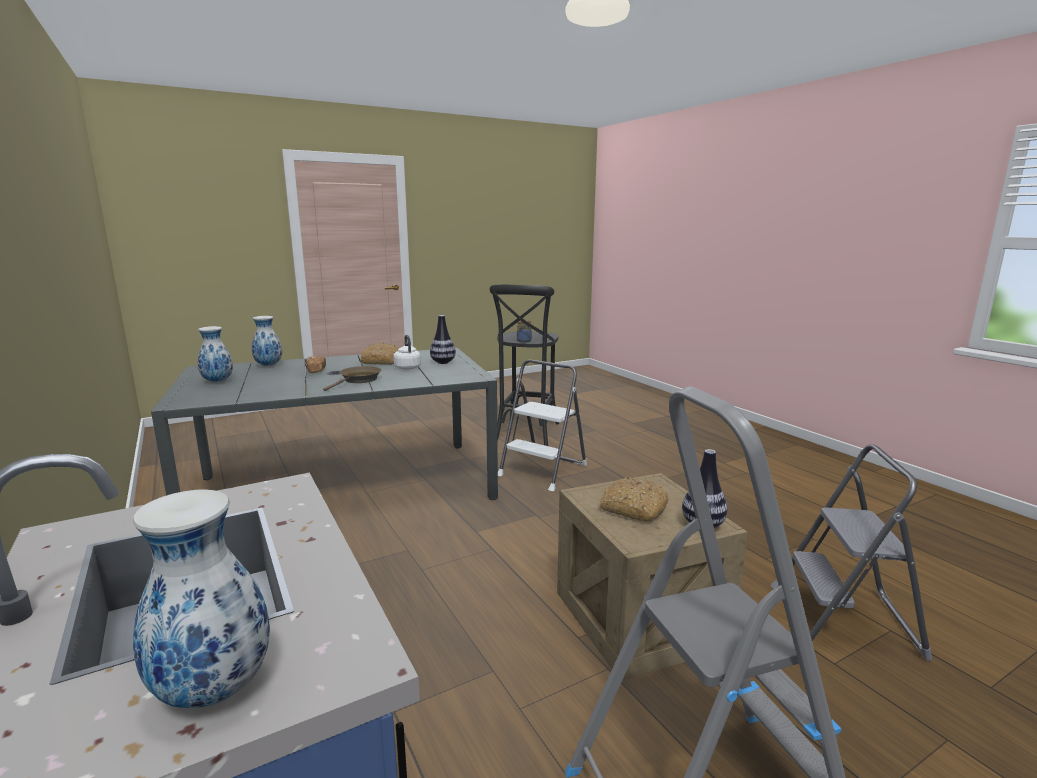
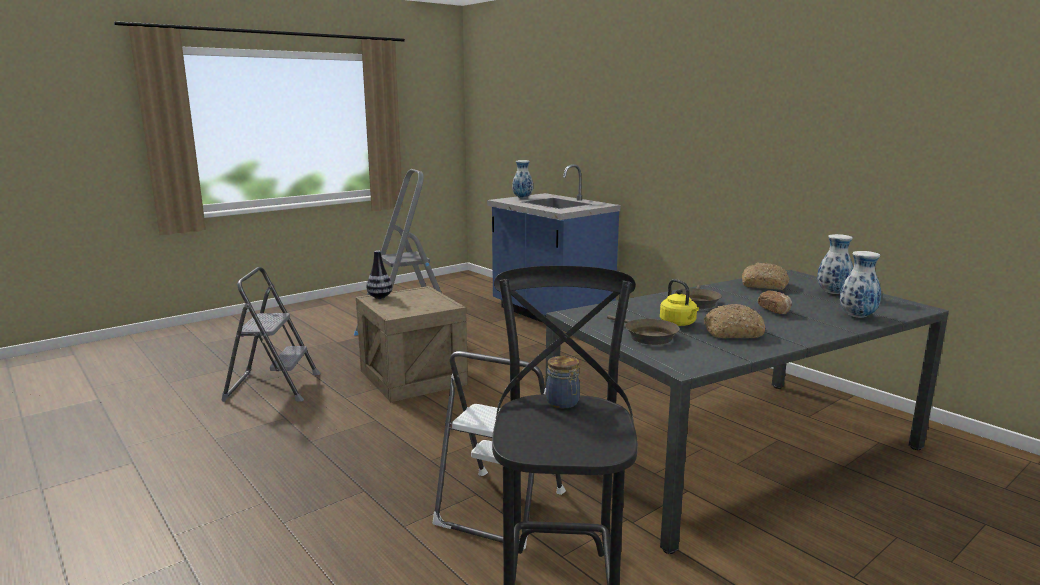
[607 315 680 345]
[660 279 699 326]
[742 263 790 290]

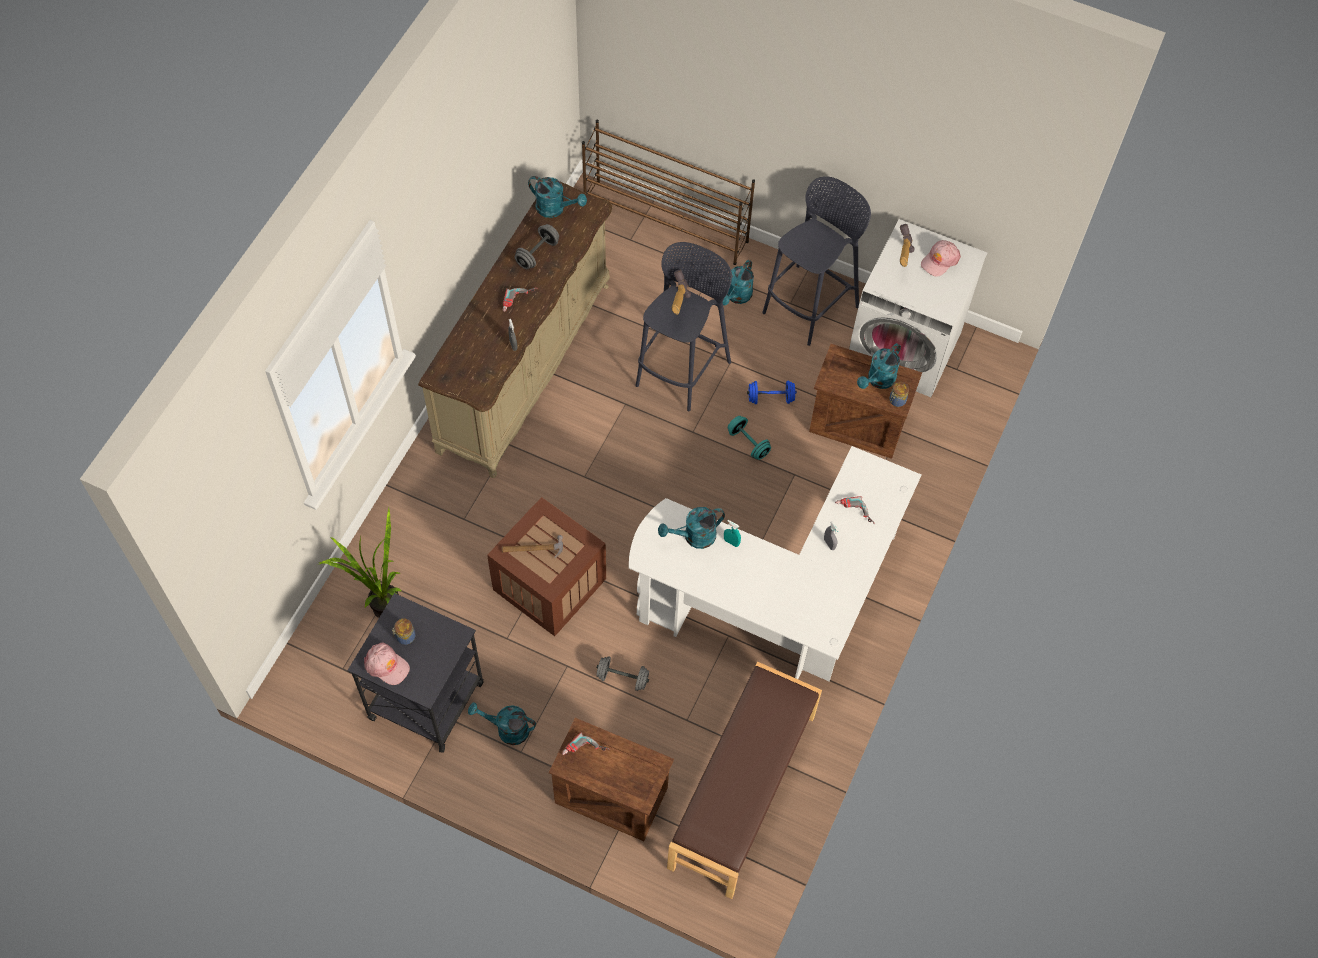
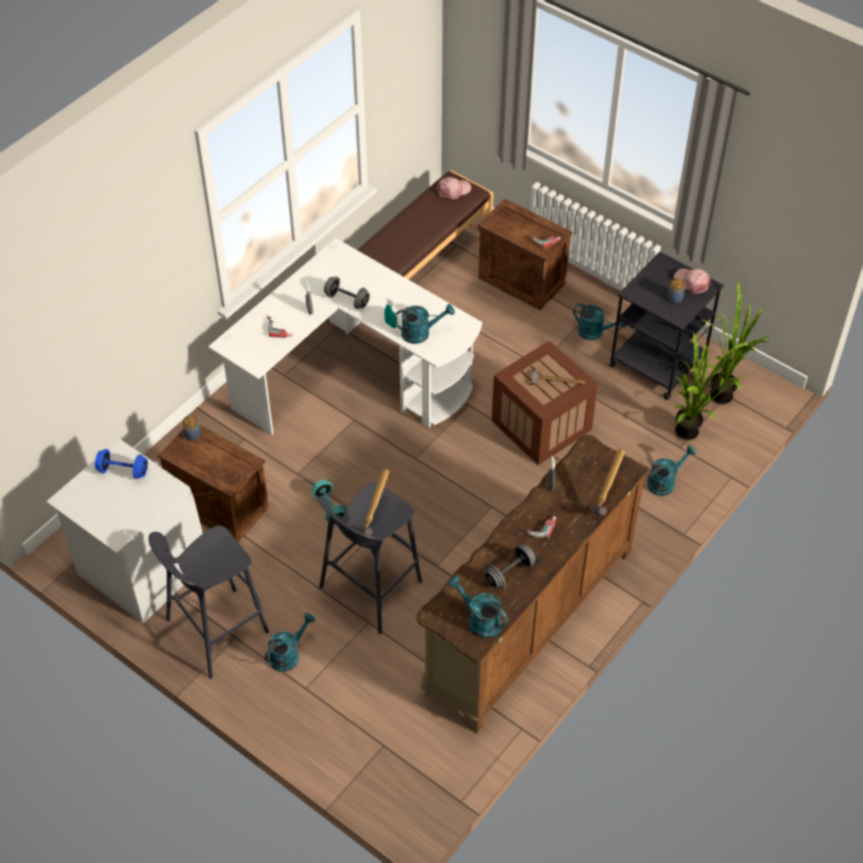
[95 449 148 479]
[324 276 370 309]
[436 177 471 200]
[590 449 625 516]
[647 446 696 496]
[700 282 770 404]
[582 119 755 265] (first image)

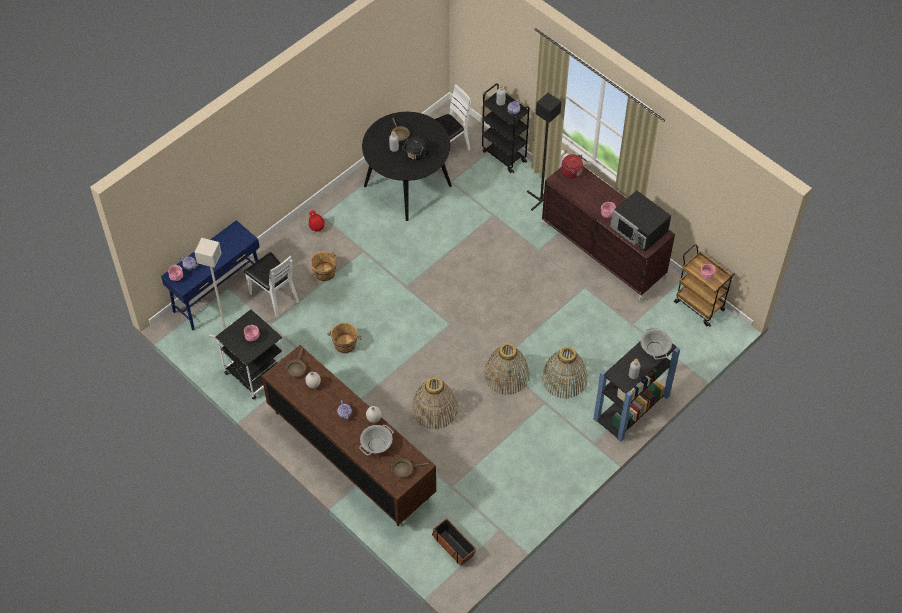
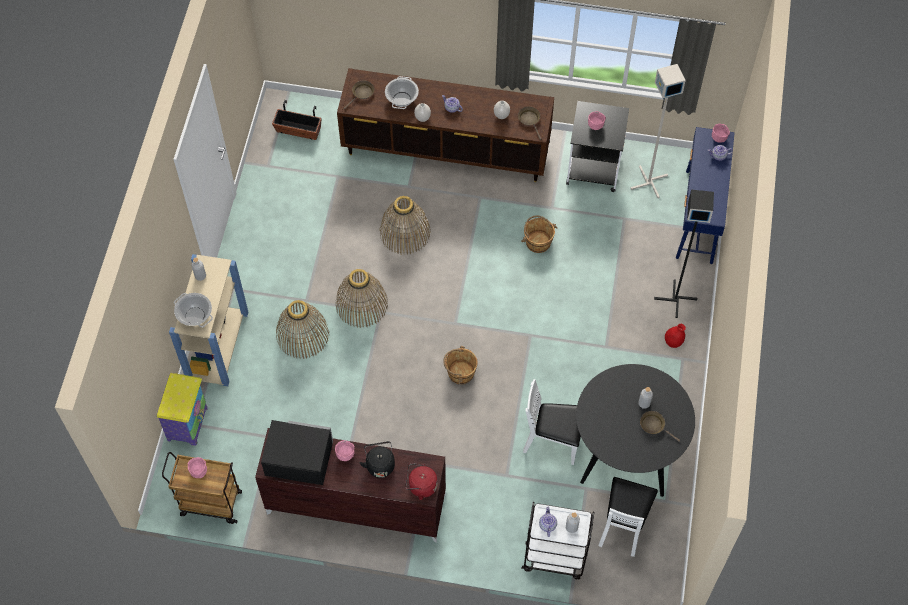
[156 373 208 446]
[169 254 248 387]
[360 441 395 478]
[443 346 478 385]
[521 502 595 580]
[523 379 581 465]
[654 190 714 318]

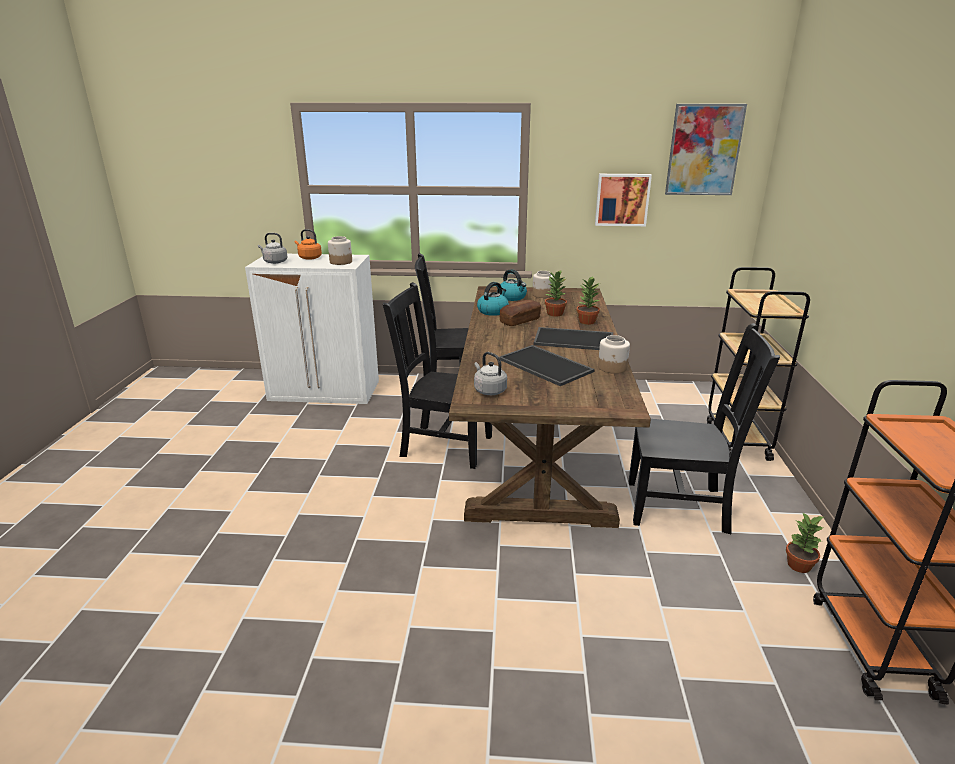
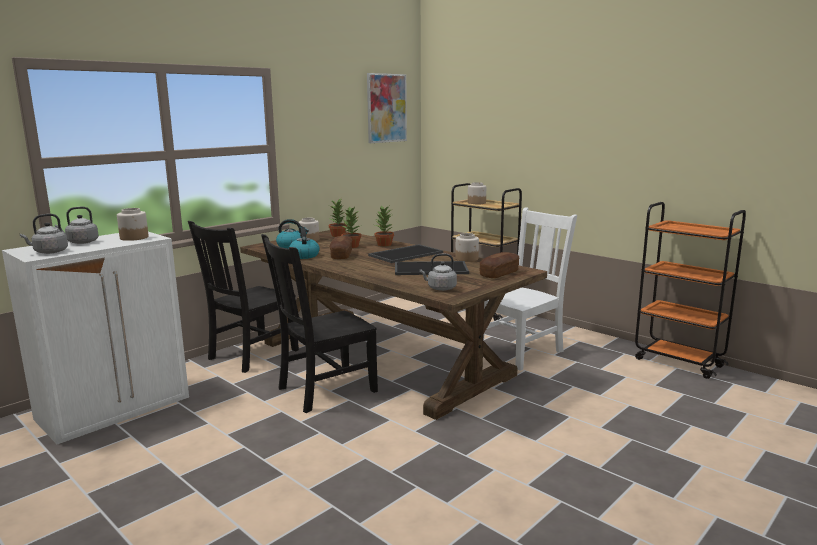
[55 207 99 244]
[329 198 347 237]
[468 182 486 204]
[479 252 519 278]
[483 207 577 371]
[595 174 652 226] (first image)

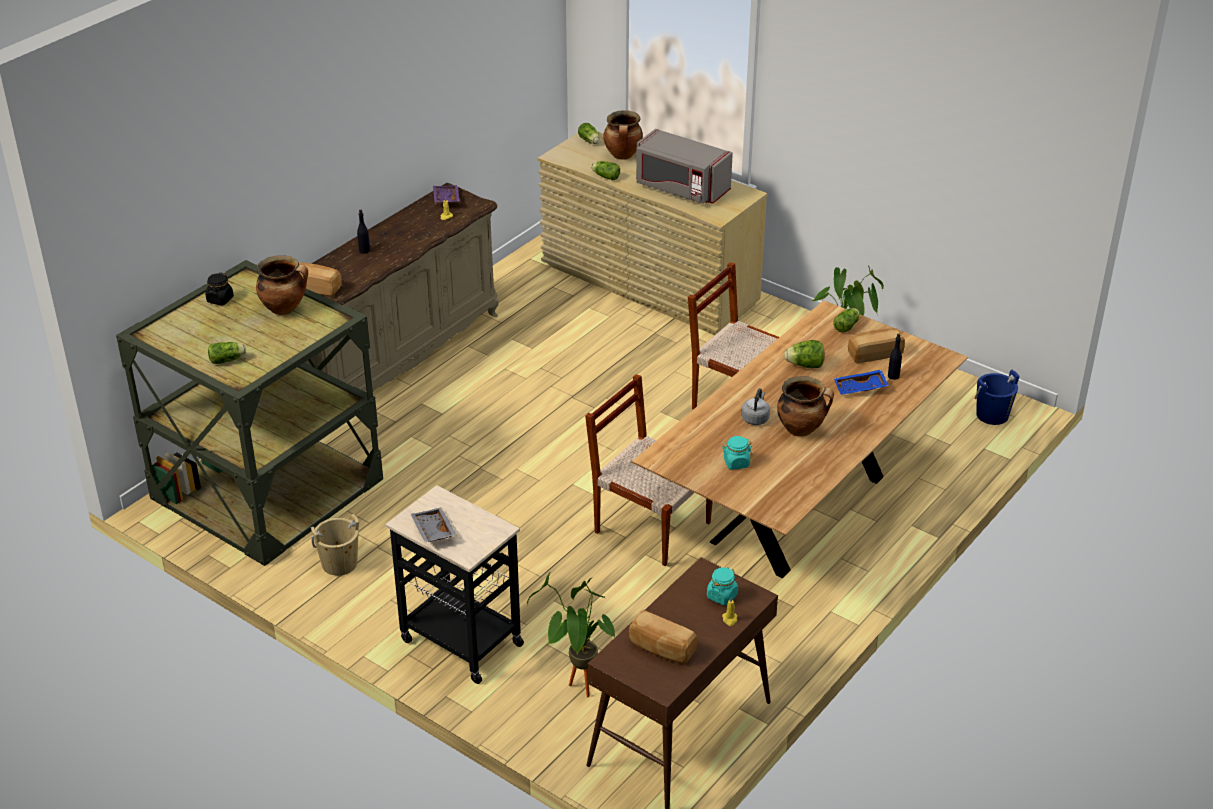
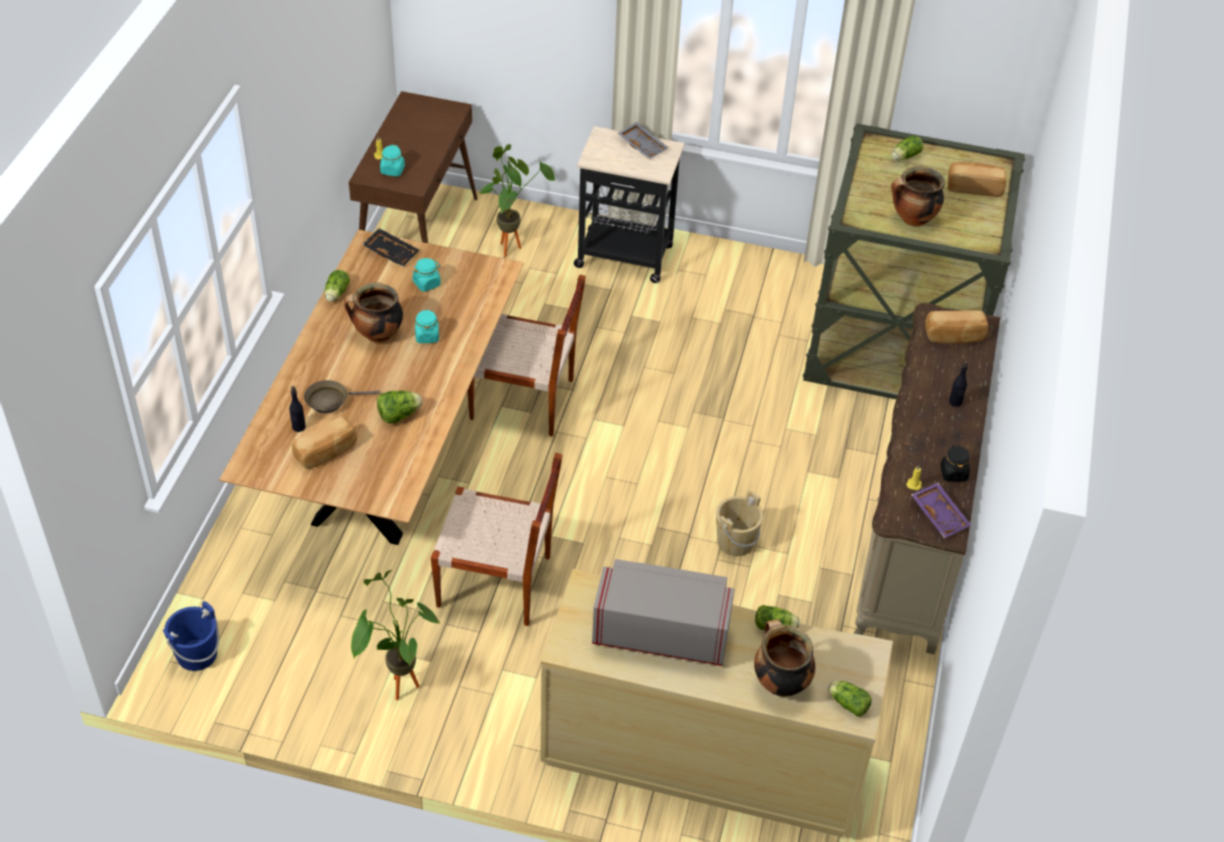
[304 380 380 413]
[324 270 350 302]
[362 228 419 267]
[415 309 439 343]
[716 490 763 556]
[940 445 970 482]
[948 162 1006 197]

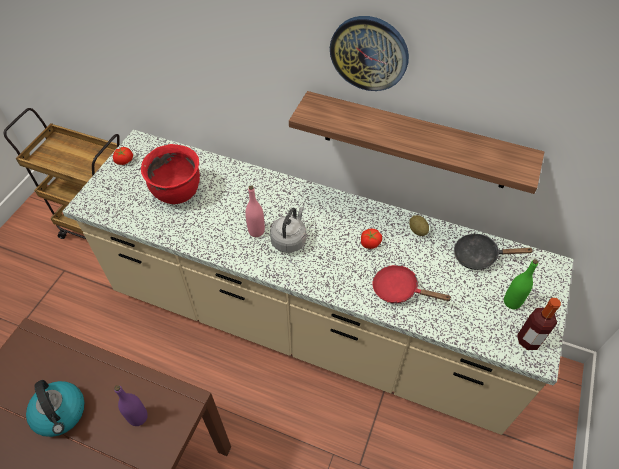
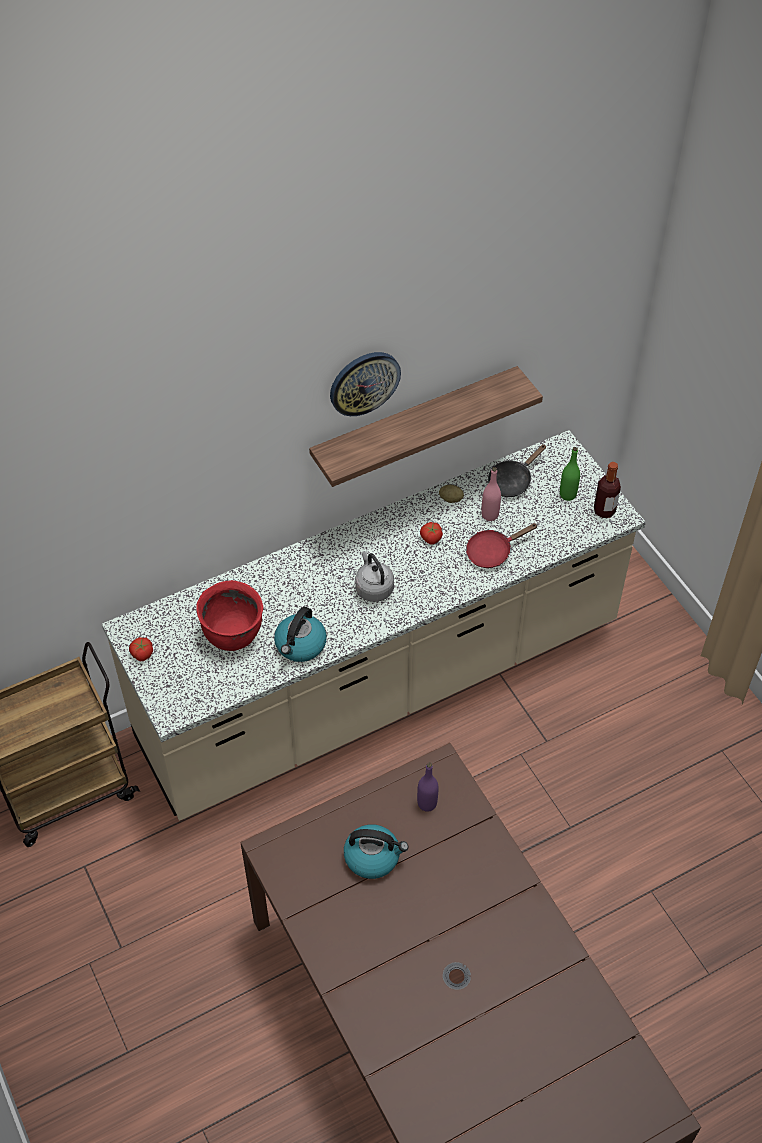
[274 607 327 662]
[481 467 501 521]

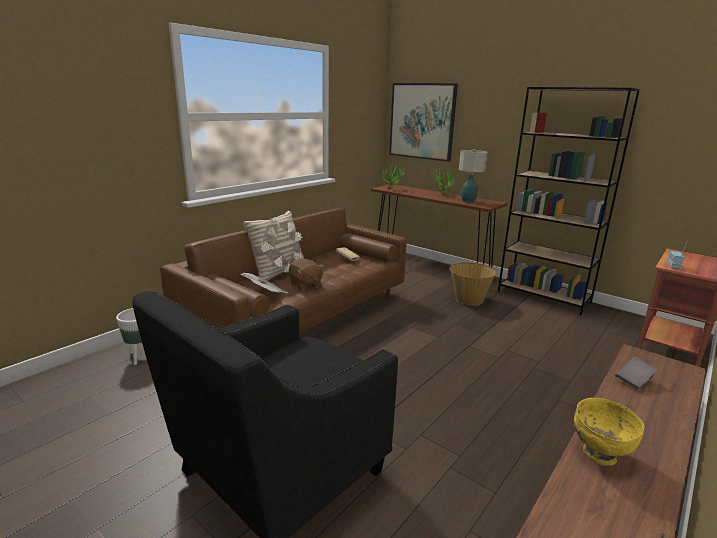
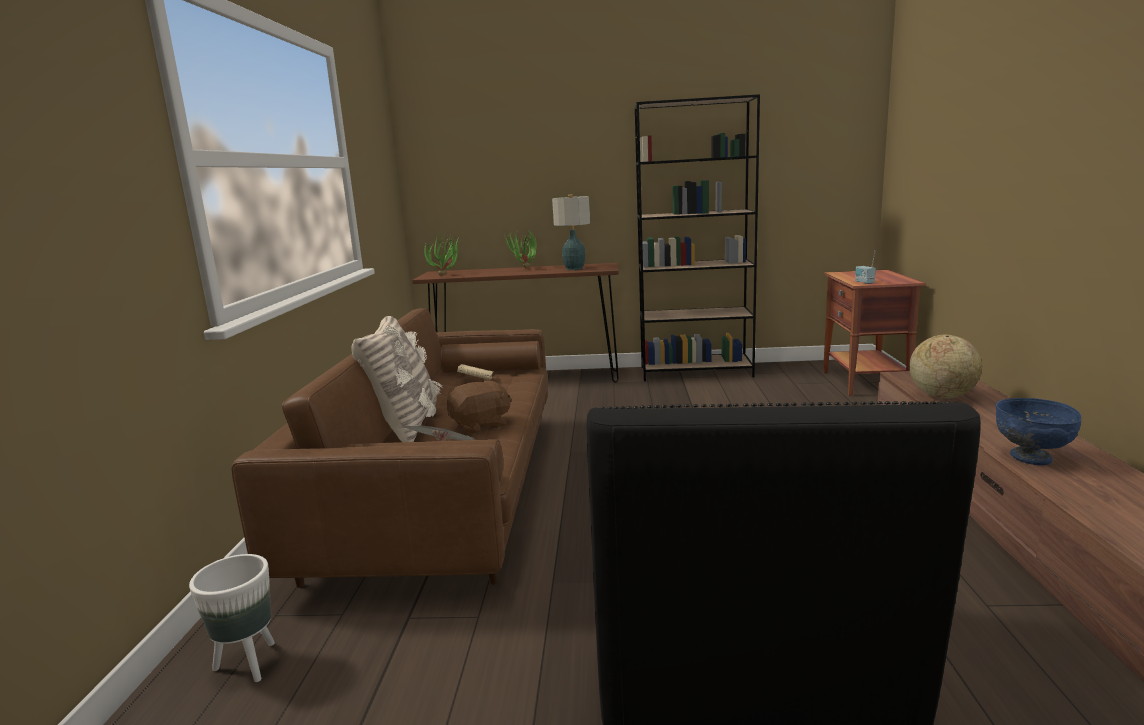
[447 380 512 434]
[909 334 982 399]
[996 398 1081 465]
[389 83 458 162] (first image)
[449 262 497 306] (first image)

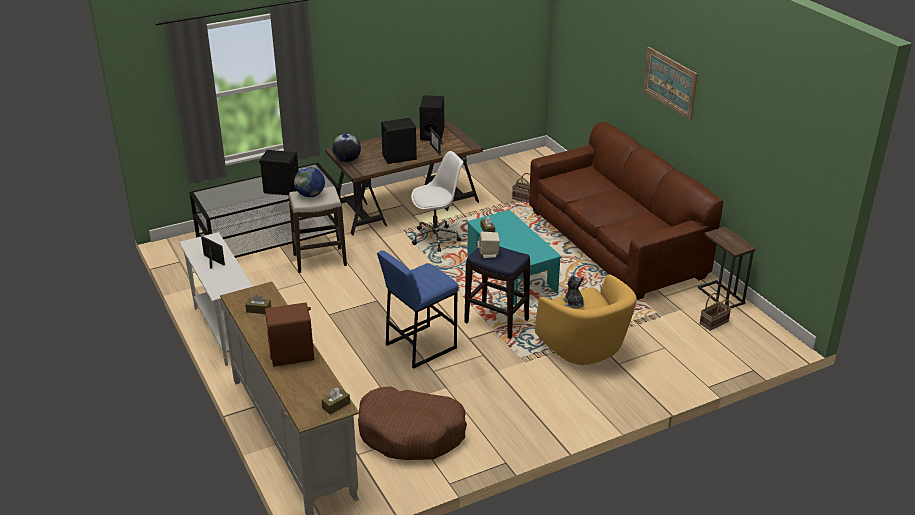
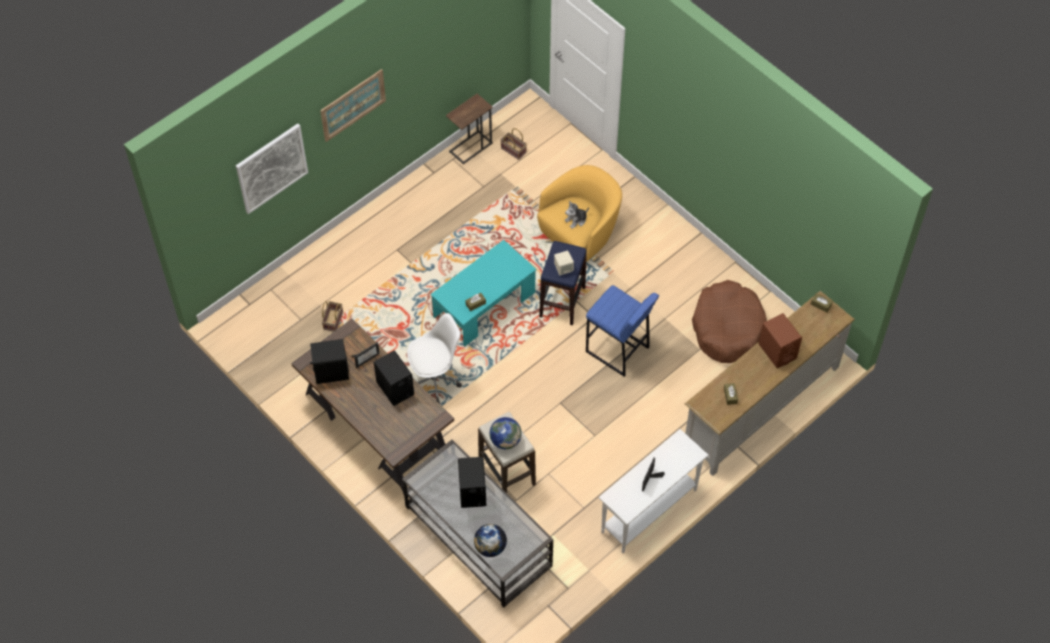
[236 124 308 214]
[407 313 462 404]
[474 524 507 557]
[529 122 723 300] (first image)

